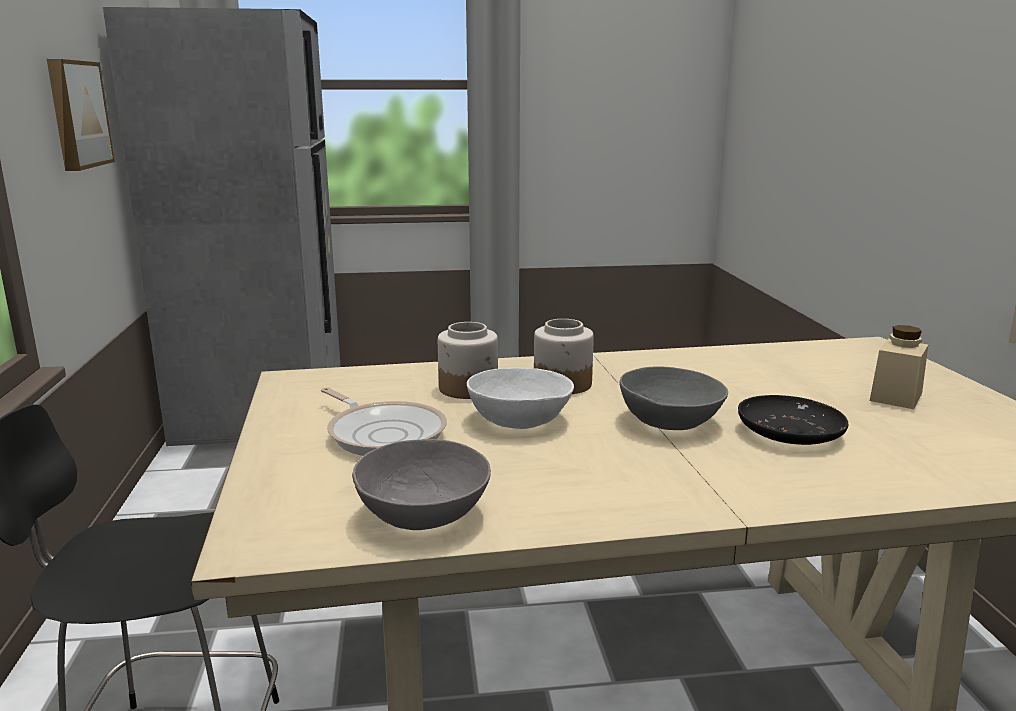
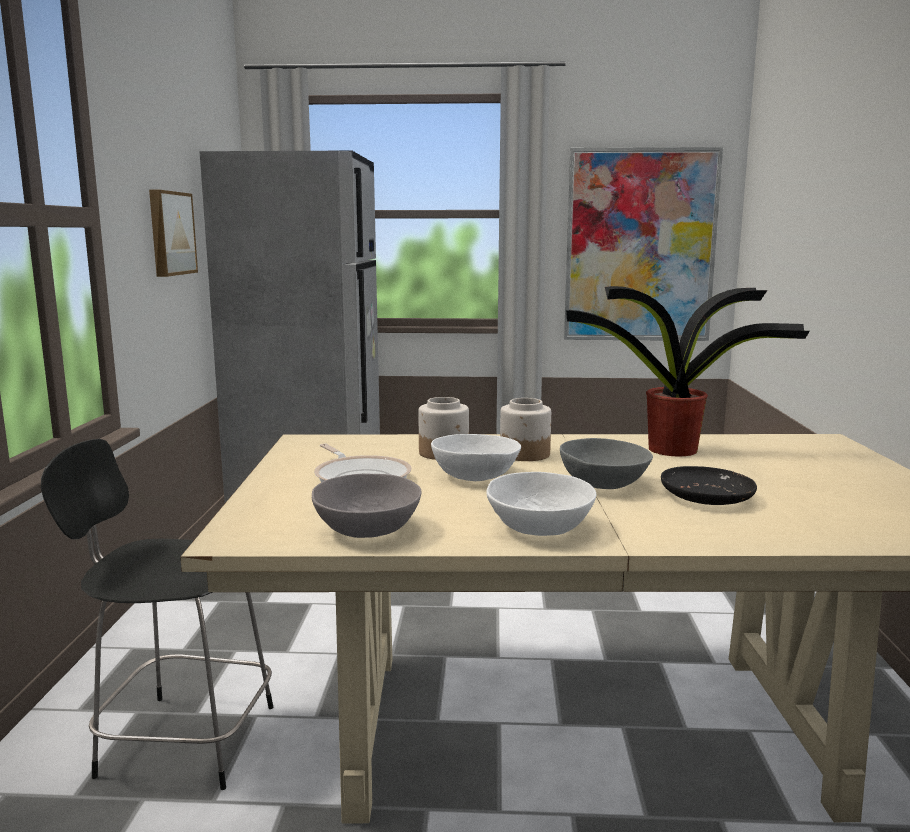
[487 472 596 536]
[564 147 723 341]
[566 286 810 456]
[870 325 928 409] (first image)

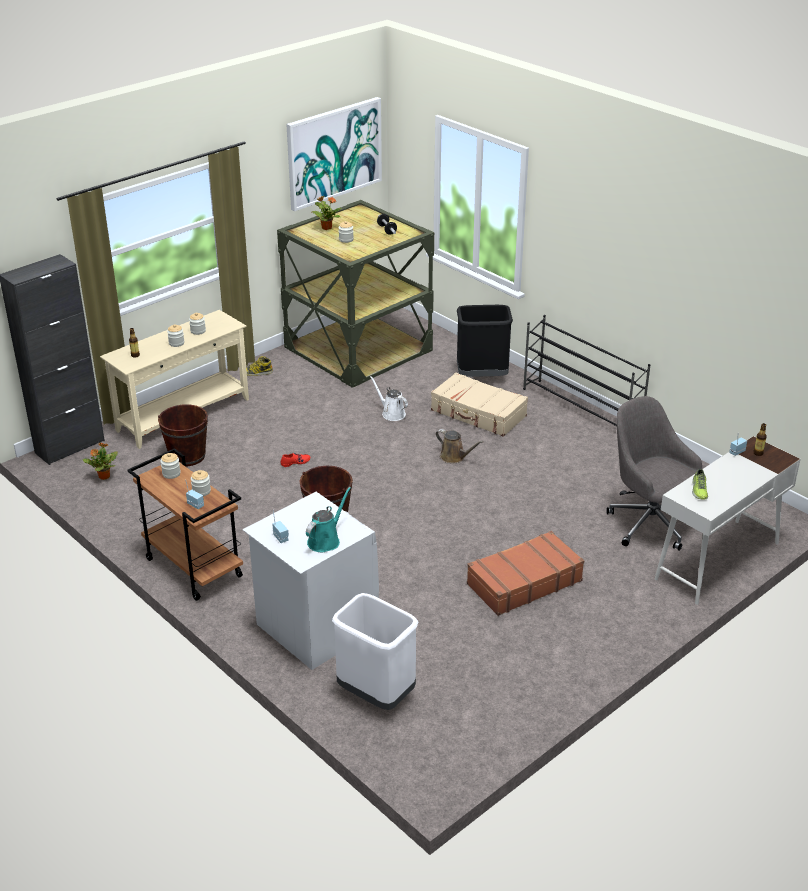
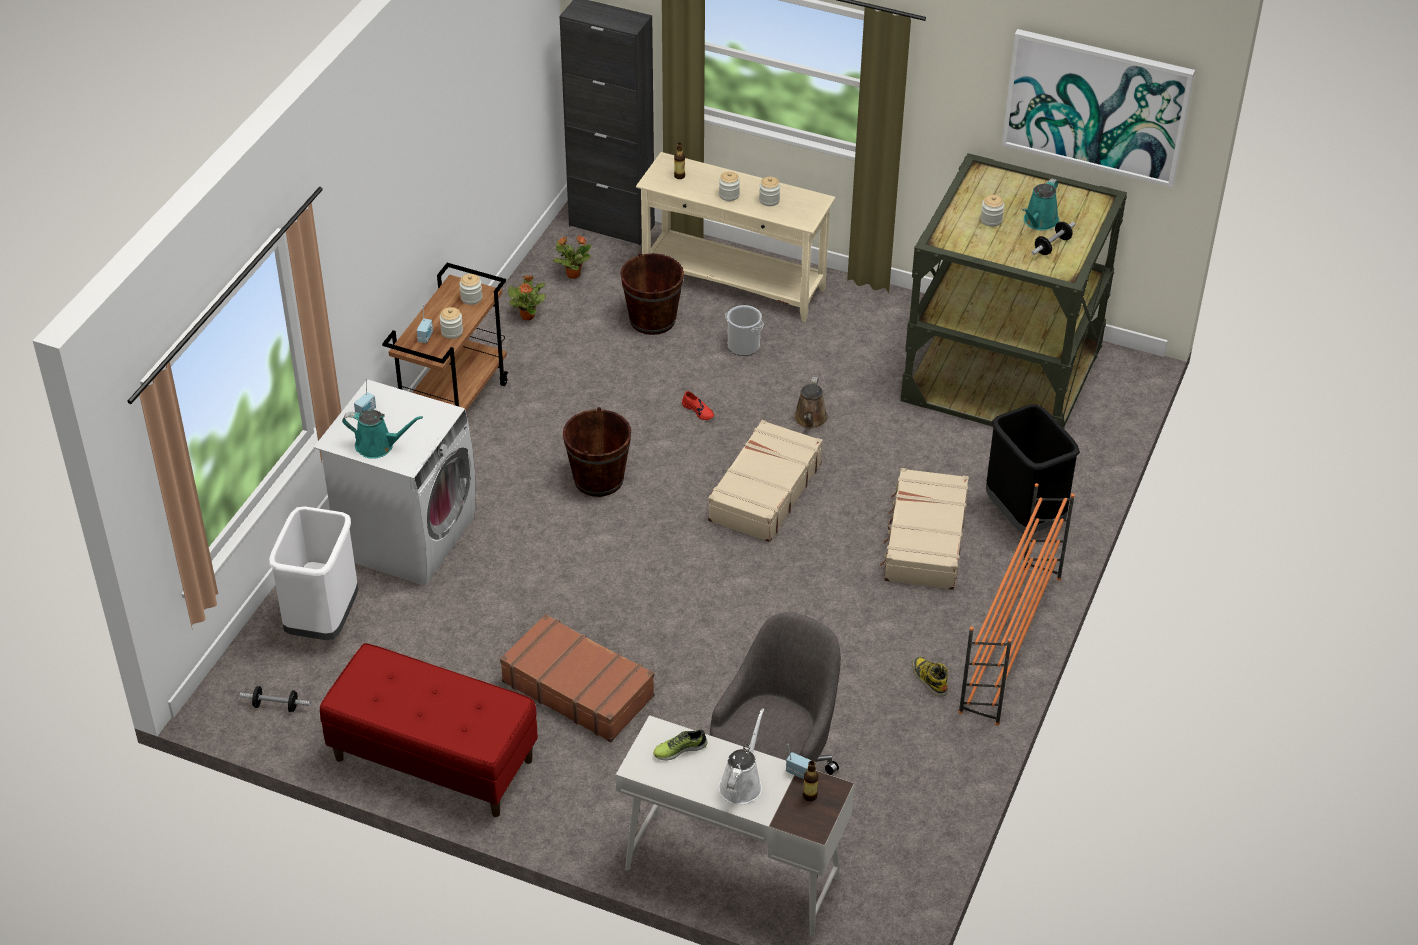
[240 686 310 712]
[320 643 538 817]
[508 275 546 320]
[708 420 823 542]
[719 708 764 805]
[725 305 764 356]
[794 377 828 429]
[912 656 948 697]
[959 483 1075 725]
[1022 178 1059 231]

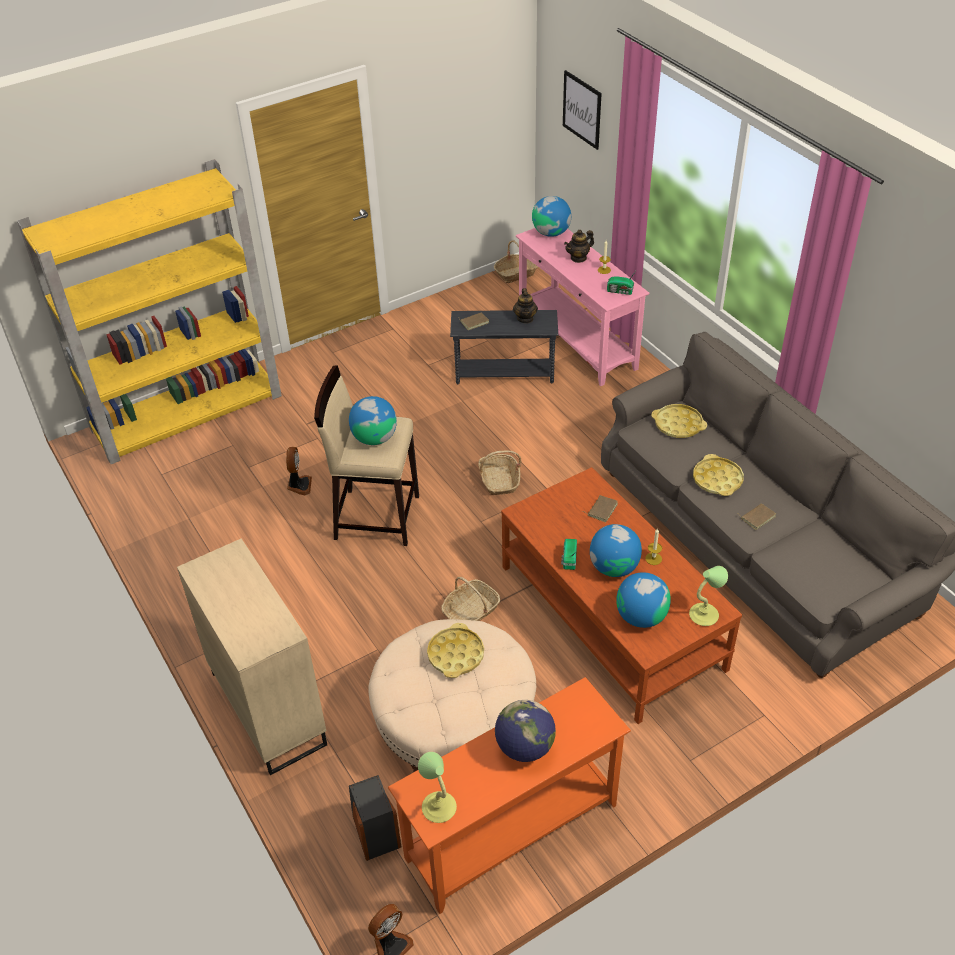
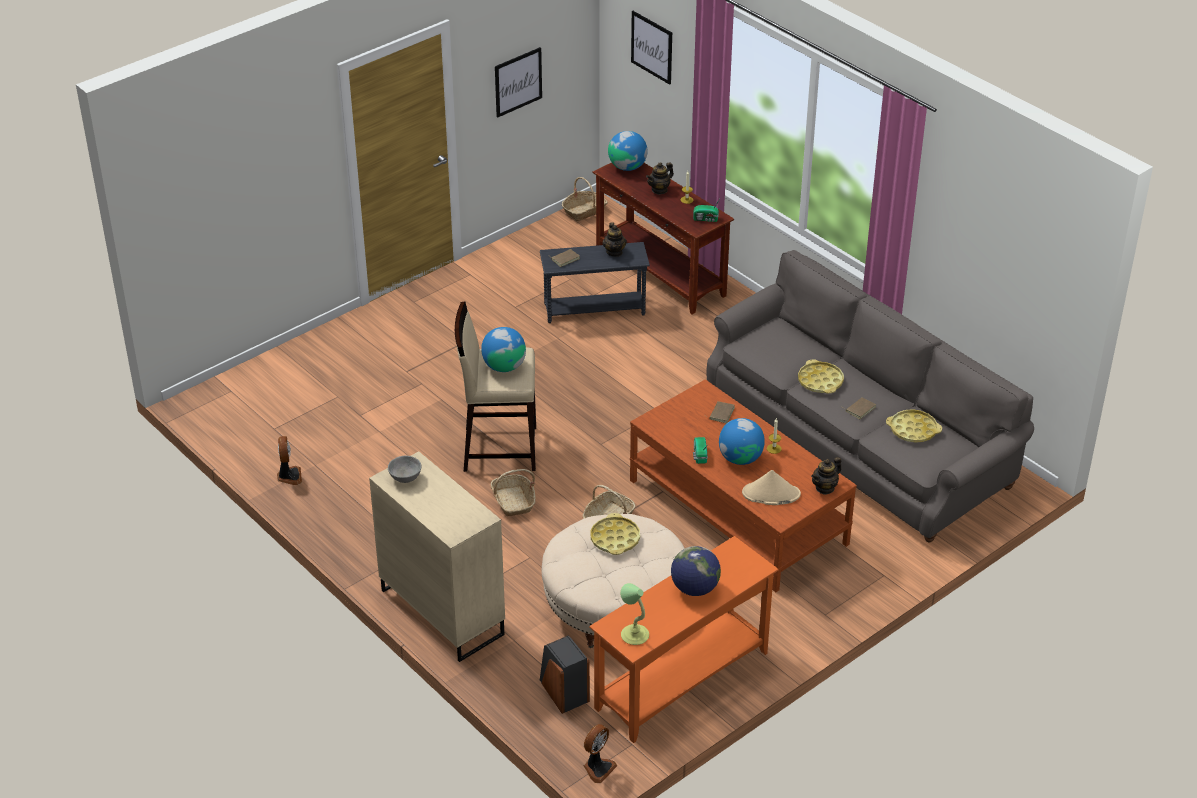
[277 436 302 485]
[388 456 421 483]
[490 469 536 516]
[495 47 542 118]
[593 163 734 314]
[742 470 801 505]
[811 457 841 495]
[886 409 942 442]
[17 159 282 464] (first image)

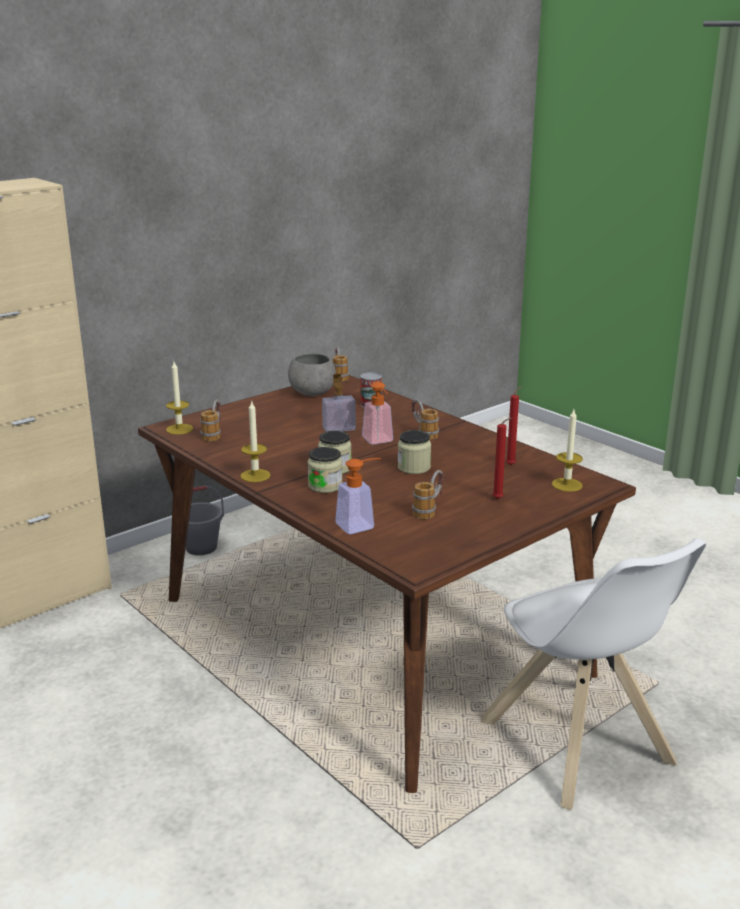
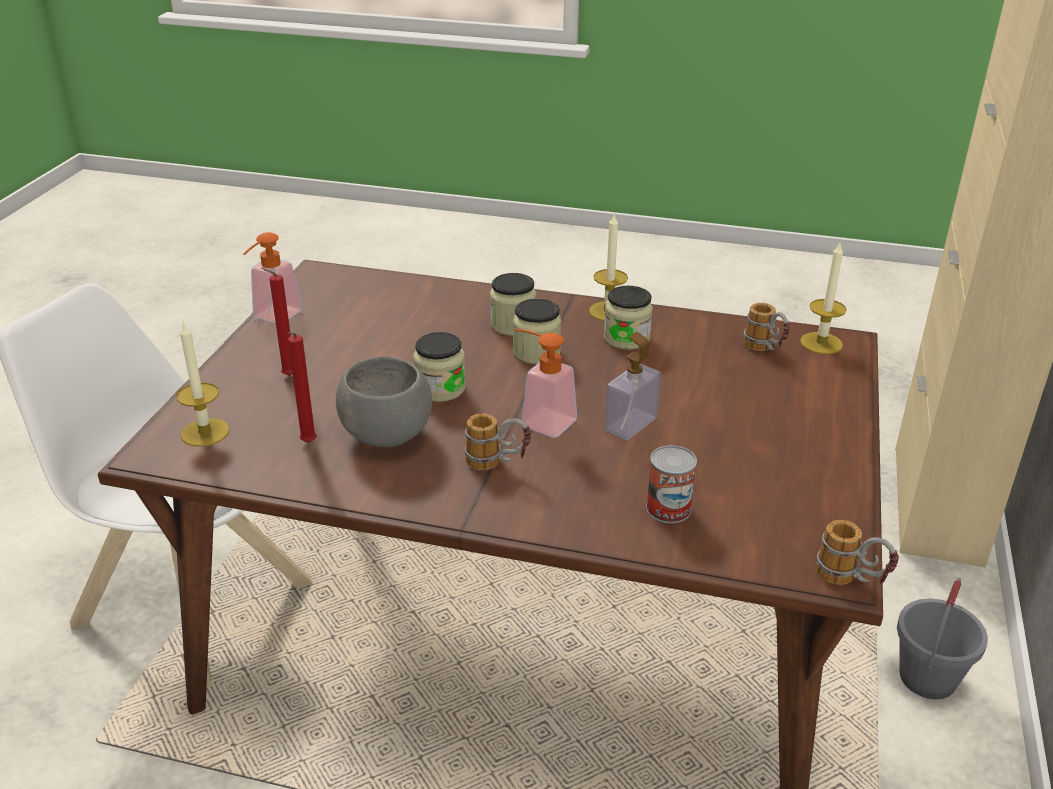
[243 232 302 323]
[336 356 432 447]
[604 286 653 350]
[412 470 444 519] (first image)

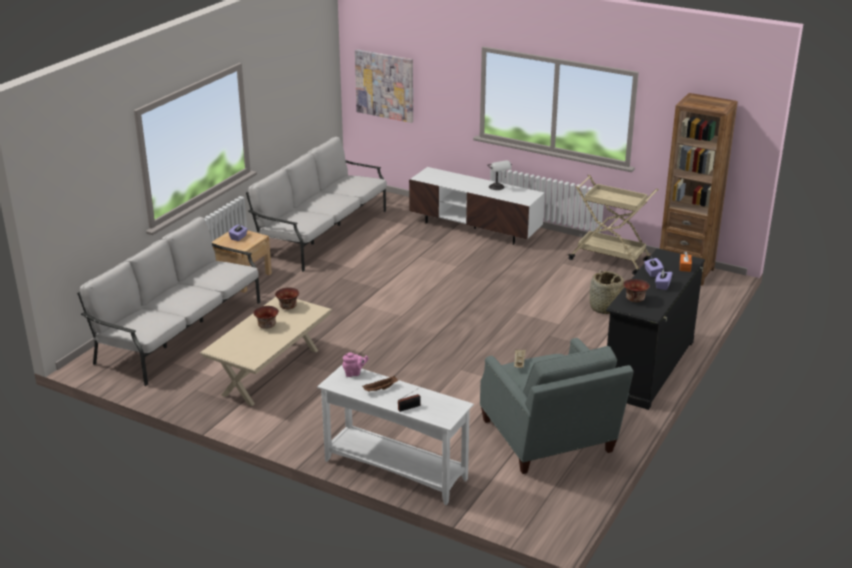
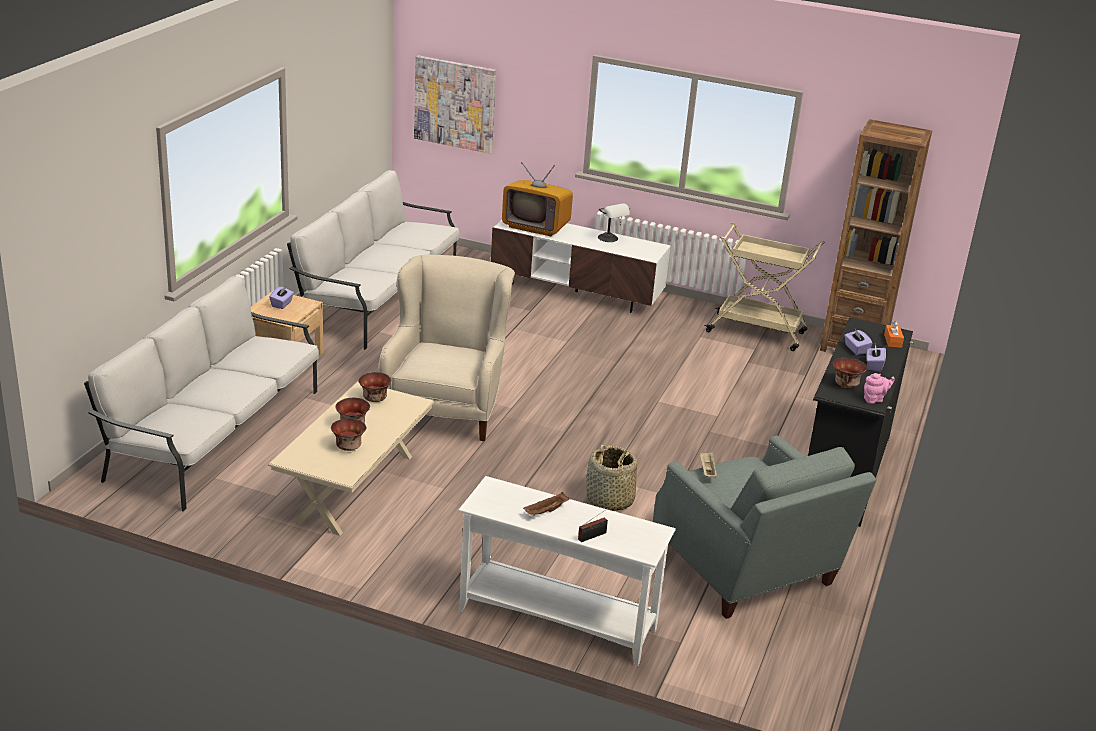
[331 419 366 451]
[379 255 515 441]
[502 162 573 236]
[586 445 637 511]
[864 373 895 404]

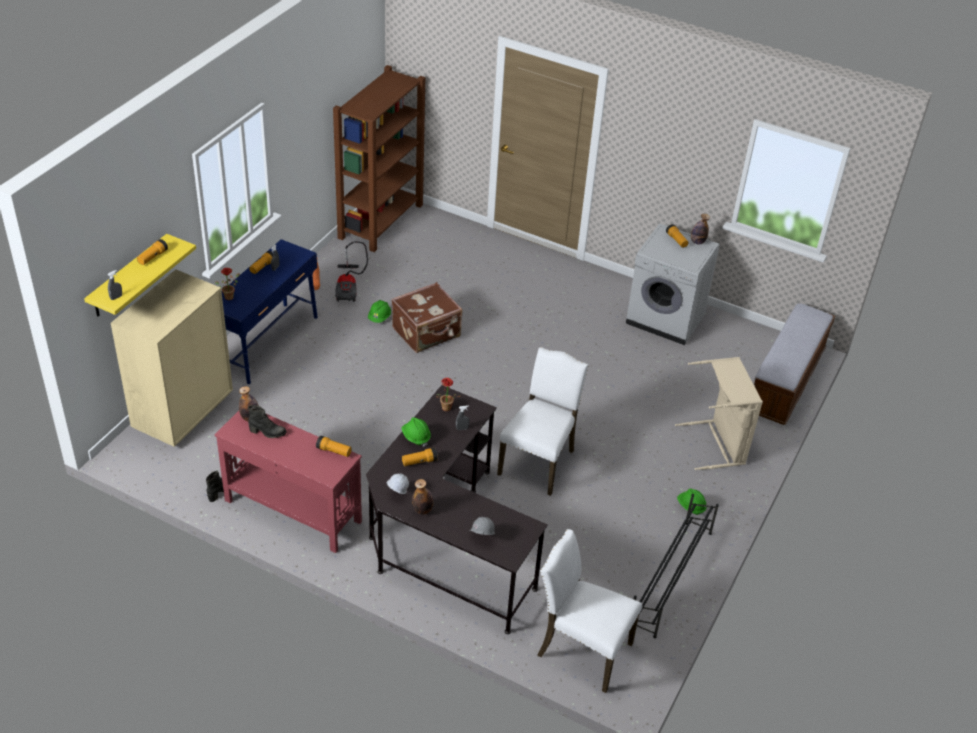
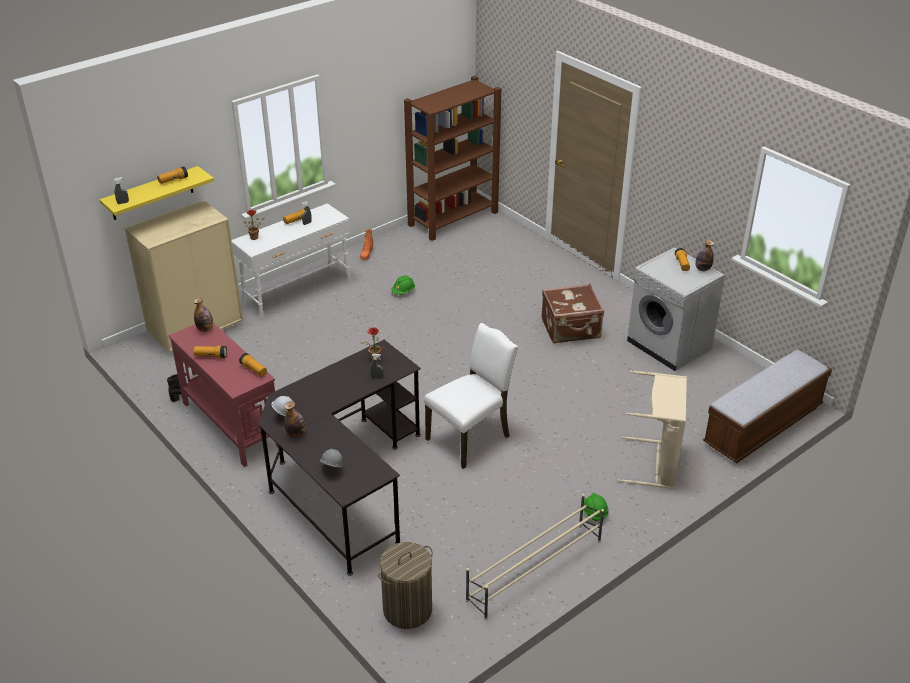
[194 346 227 358]
[231 203 351 320]
[378 542 433 629]
[466 494 604 620]
[542 284 604 344]
[248 405 287 438] (first image)
[335 241 368 302] (first image)
[401 417 431 447] (first image)

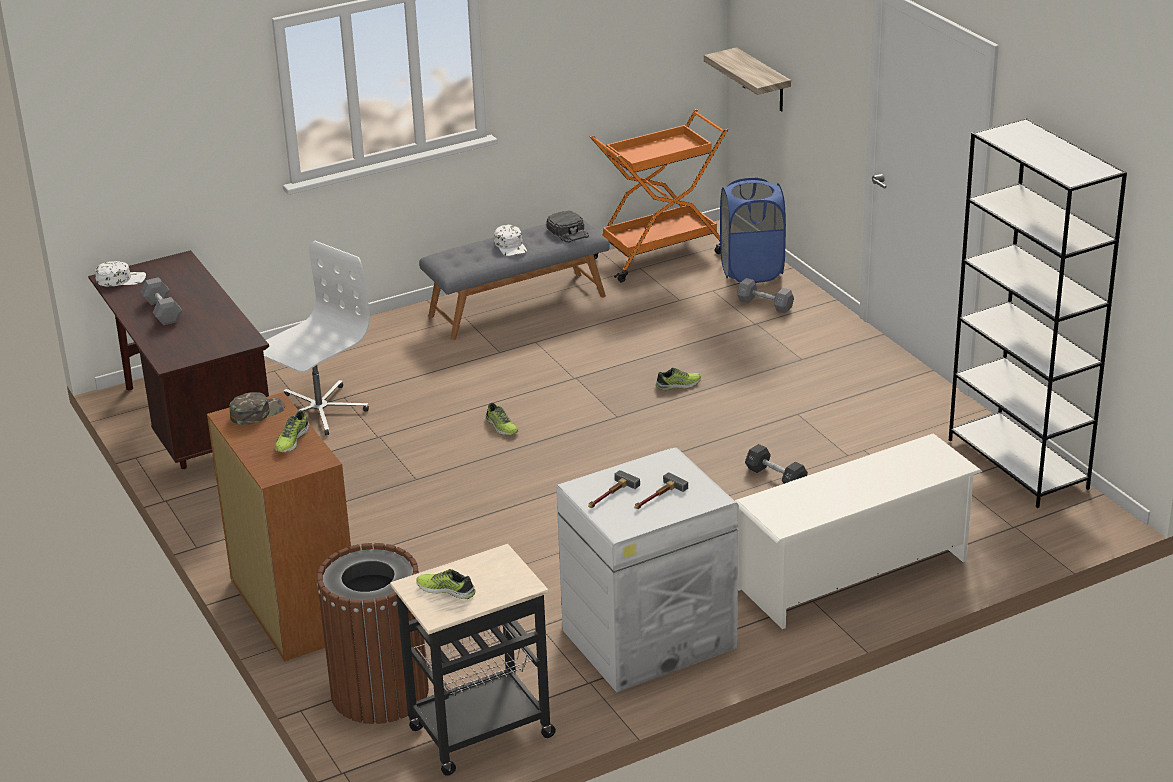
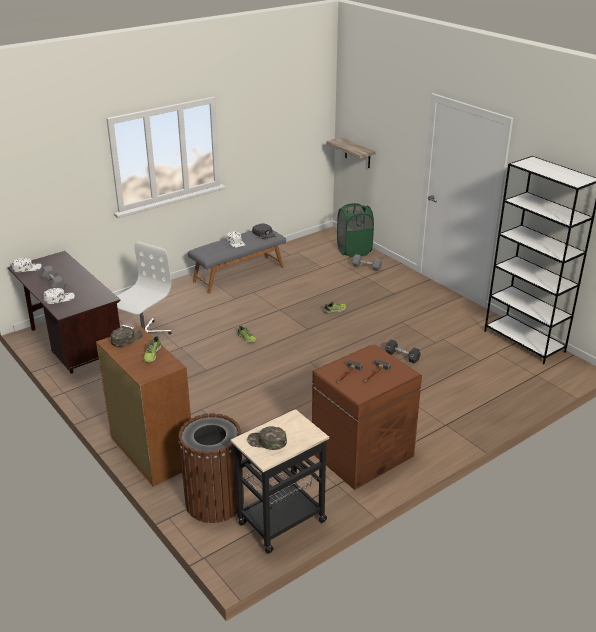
[43 288 75 304]
[247 426 287 450]
[312 344 422 490]
[337 203 374 257]
[590 109 728 283] (first image)
[735 433 982 629] (first image)

